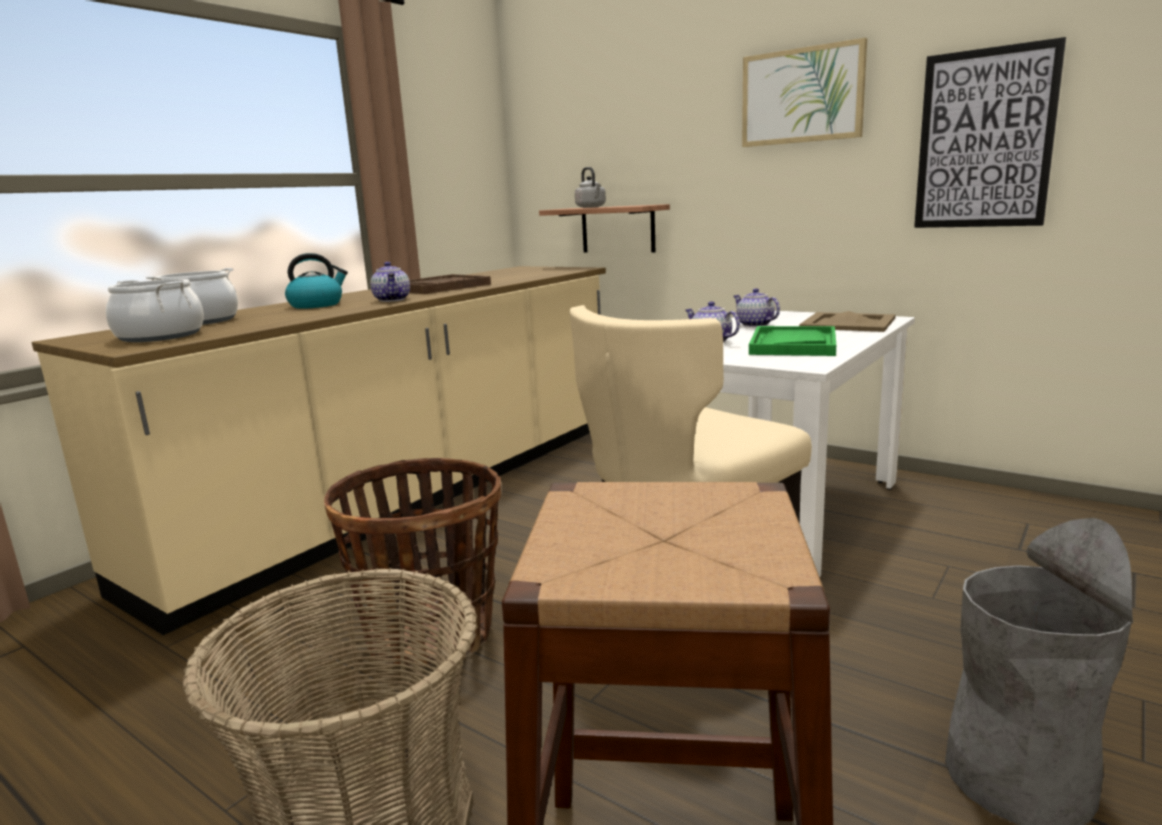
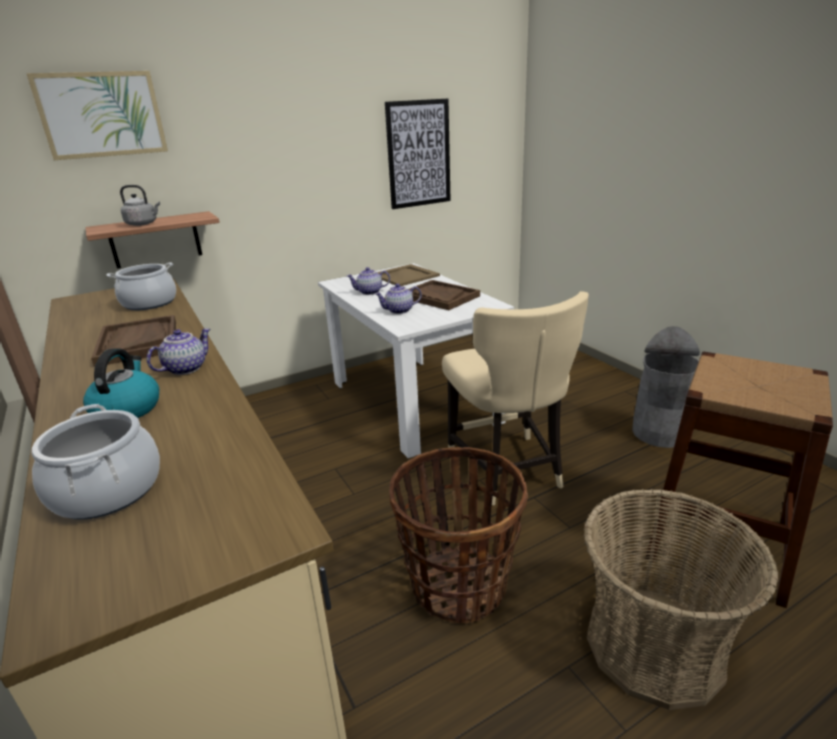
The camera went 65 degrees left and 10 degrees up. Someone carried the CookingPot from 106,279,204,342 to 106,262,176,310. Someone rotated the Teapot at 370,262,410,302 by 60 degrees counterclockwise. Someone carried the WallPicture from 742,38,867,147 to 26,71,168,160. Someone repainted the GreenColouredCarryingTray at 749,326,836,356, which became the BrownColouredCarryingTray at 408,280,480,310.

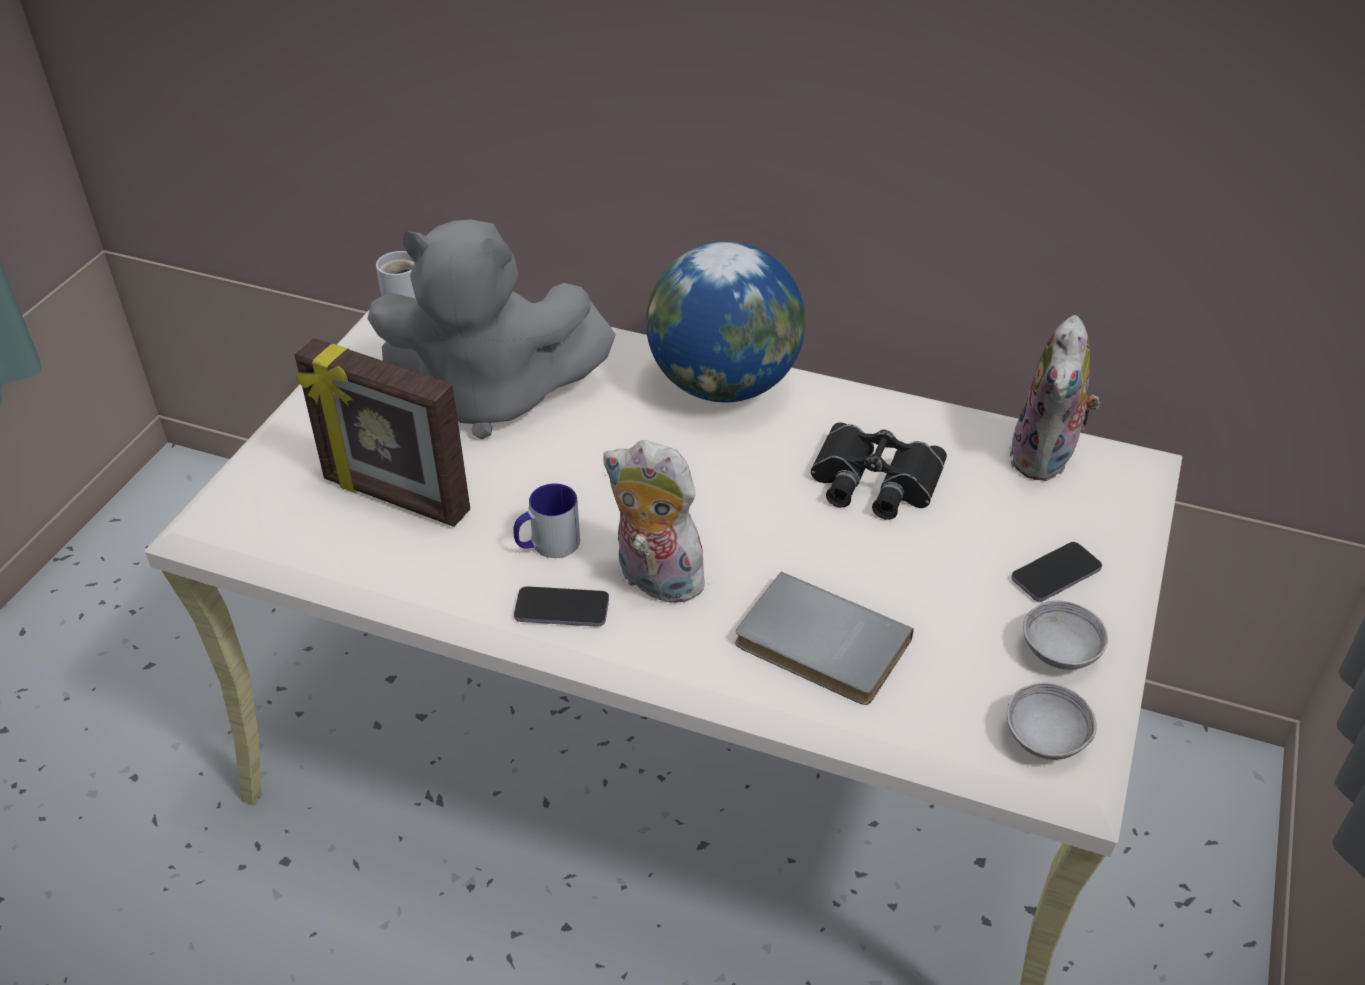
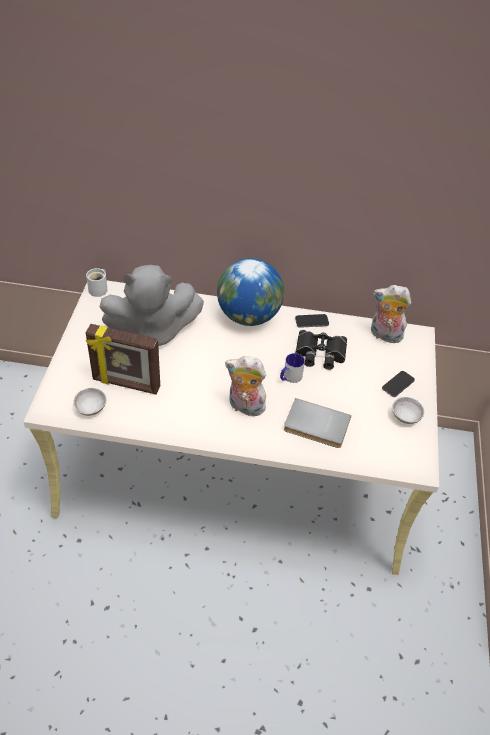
The camera went 15 degrees left and 5 degrees up. Someone carried the CoffeeMug from 513,483,580,558 to 280,353,305,383. Someone carried the Telephone from 514,586,609,627 to 295,314,329,328. Someone carried the GrayServingBowl from 1007,682,1096,760 to 73,388,107,416. Someone rotated the CuddlyToy at 1010,315,1101,481 by 105 degrees clockwise.

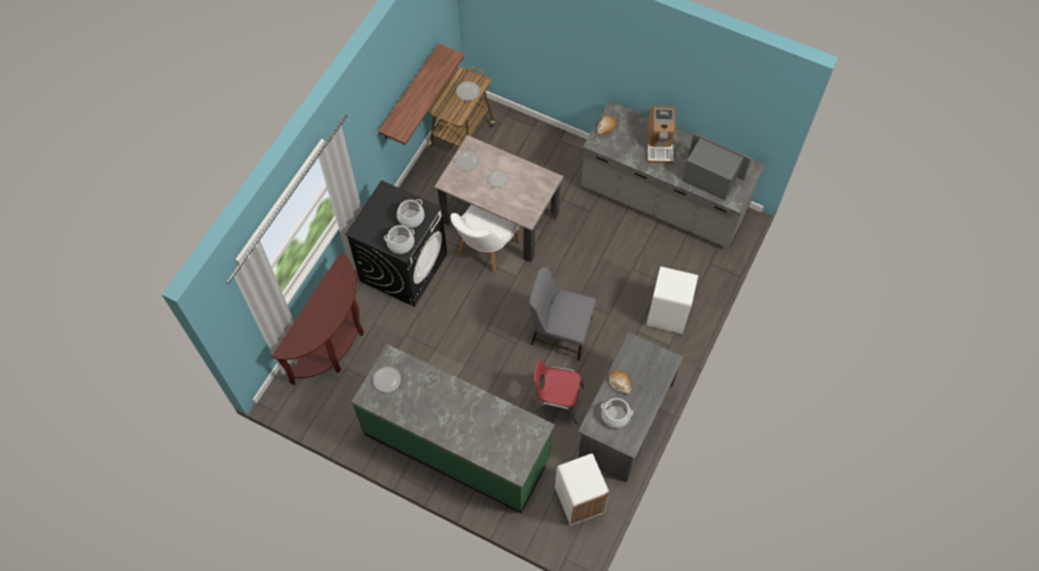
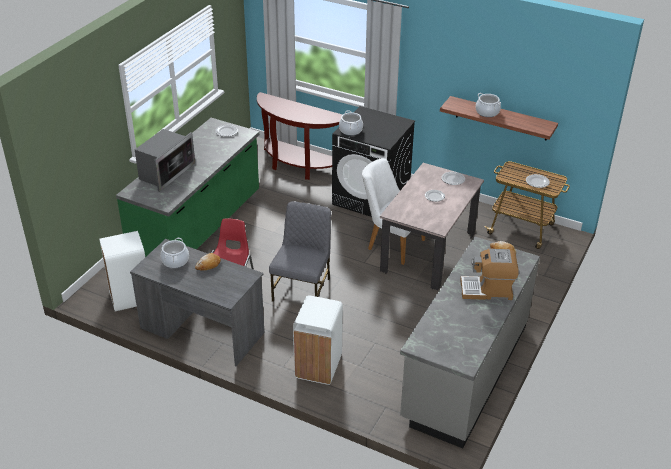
The camera went 90 degrees right and 25 degrees down. Someone carried the CookingPot from 397,199,424,228 to 476,93,501,117. Someone carried the MicrowaveOven from 682,133,751,200 to 135,129,195,192.

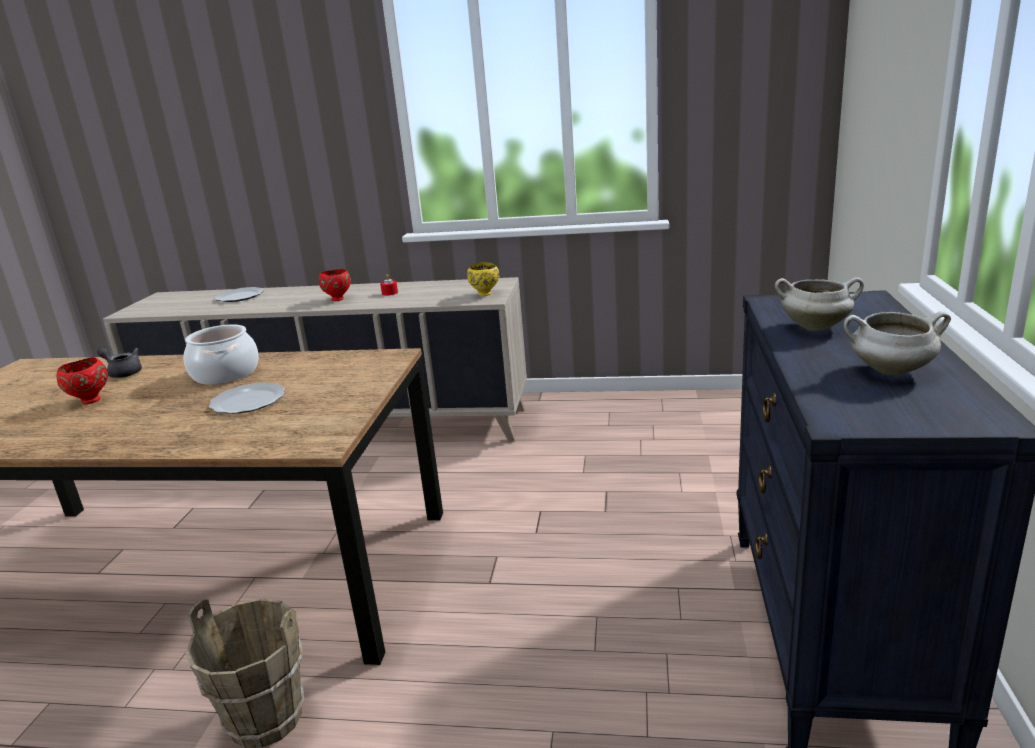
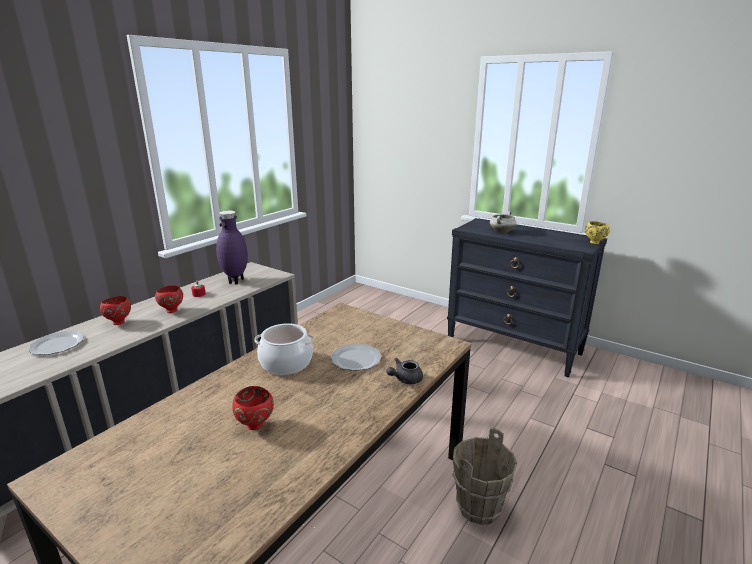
The camera went 65 degrees left and 0 degrees up. Someone carried the GrayTeapot from 97,347,142,378 to 387,358,423,384. Someone carried the YellowColouredServingBowl from 467,262,499,296 to 585,221,610,244. Someone took away the WhiteColouredCookingPot at 844,311,951,375. Someone put down the ReddishServingBowl at 100,296,131,325. Someone put down the PurpleColouredDecorativeVase at 216,210,248,284.

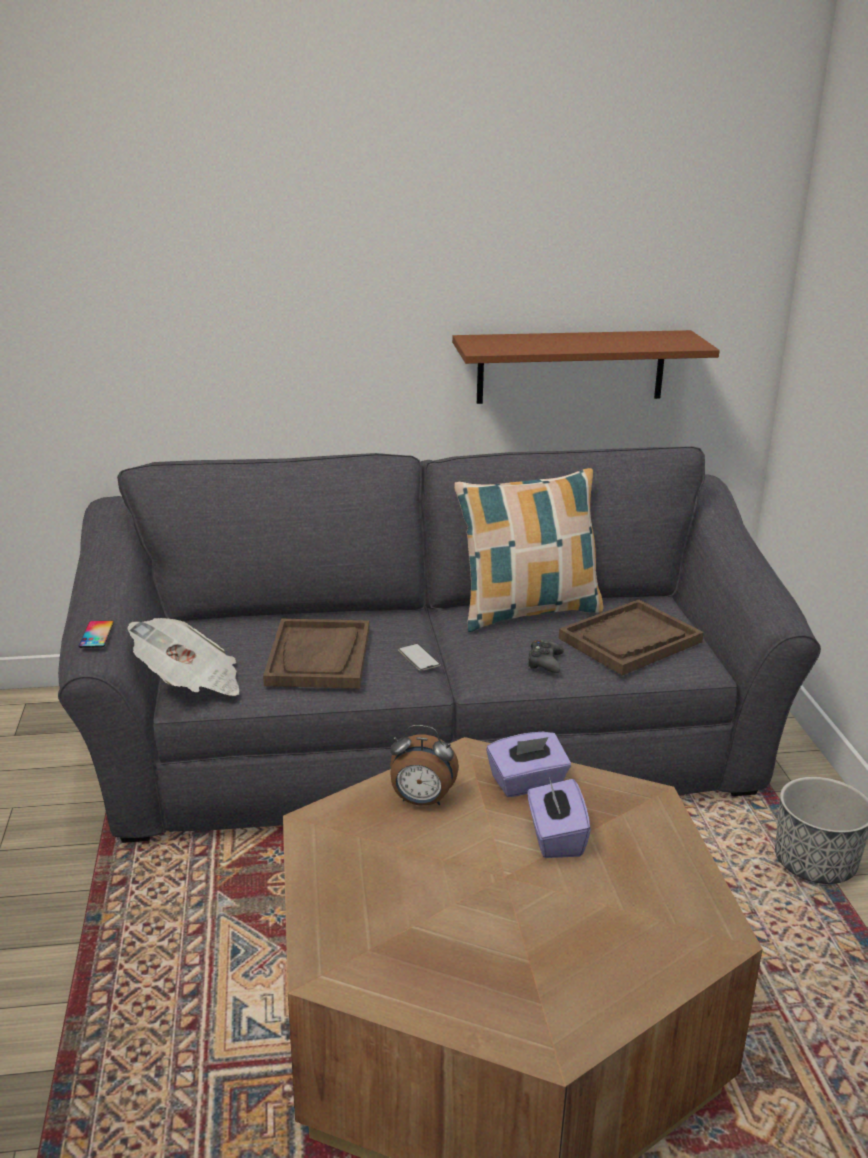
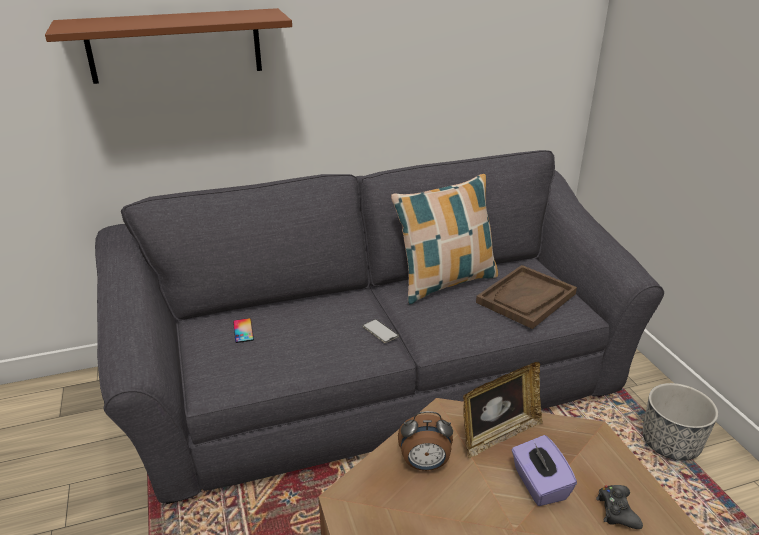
The camera went 10 degrees left and 5 degrees up. Someone carried the Telephone from 79,621,114,648 to 233,318,254,343. Someone took away the PrintedPaper at 127,618,239,696. Someone took away the BrownColouredCarryingTray at 263,619,369,688. Someone carried the BrownColouredWallShelf from 452,330,720,404 to 45,8,292,84. Someone swapped the PurpleColouredBoxOfTissues at 486,732,571,797 for the PictureFrame at 463,362,543,458. Someone carried the BlackishJoypad from 527,640,564,673 to 596,485,643,529.

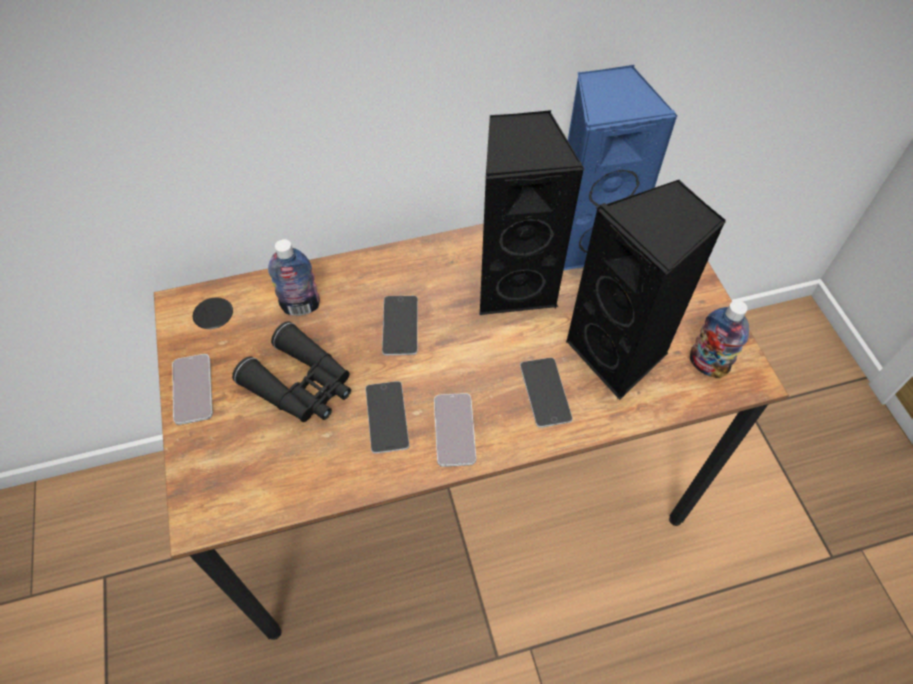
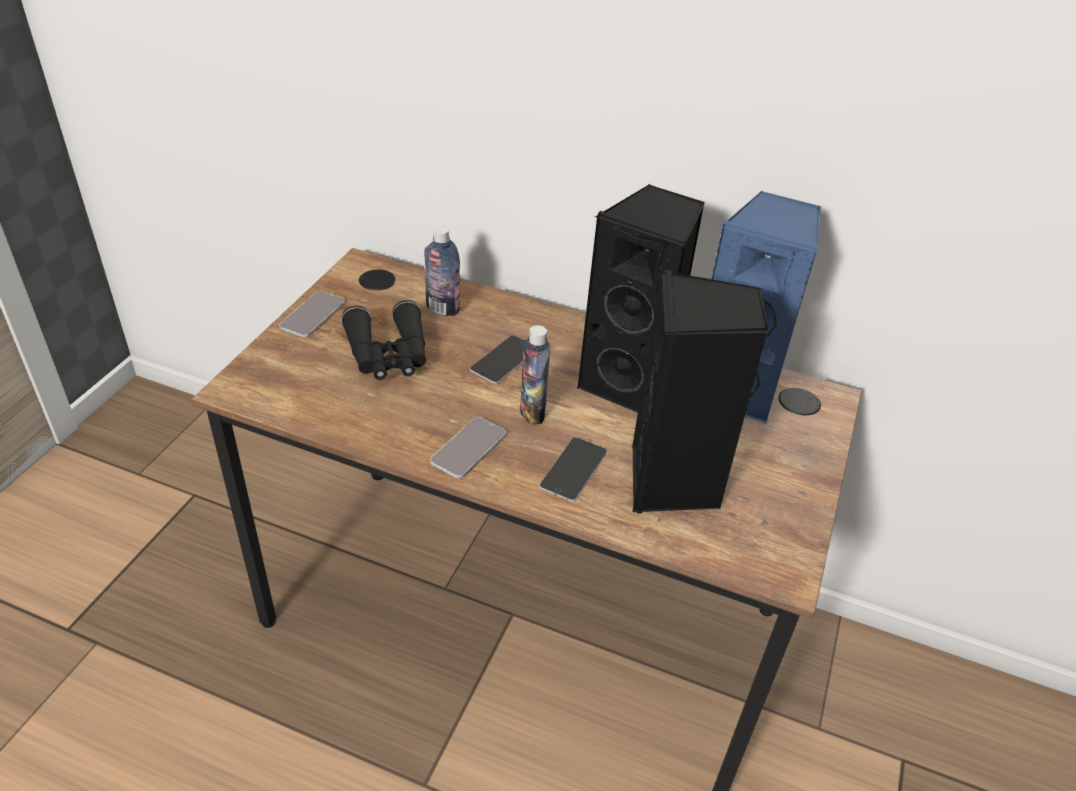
The camera went 35 degrees right and 15 degrees down. Someone took away the Telephone at 365,381,409,454. Someone carried the DrinkBottle from 690,300,749,378 to 520,325,550,425.

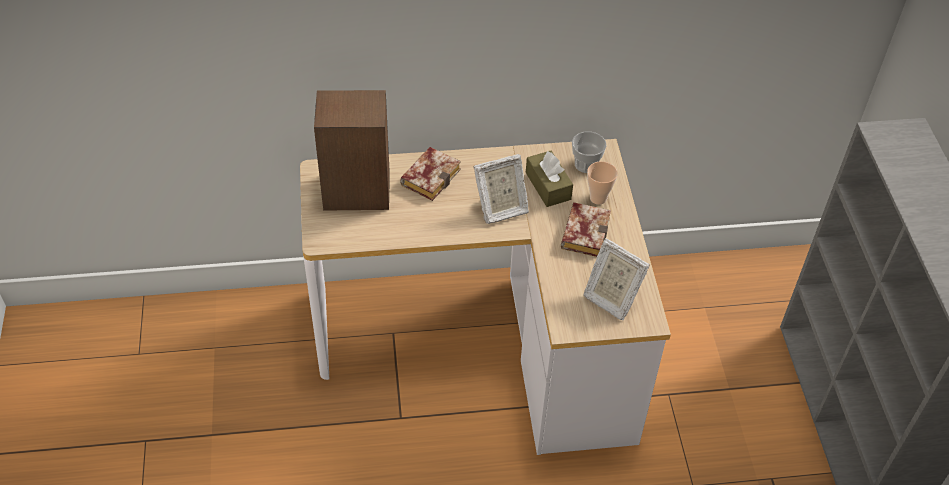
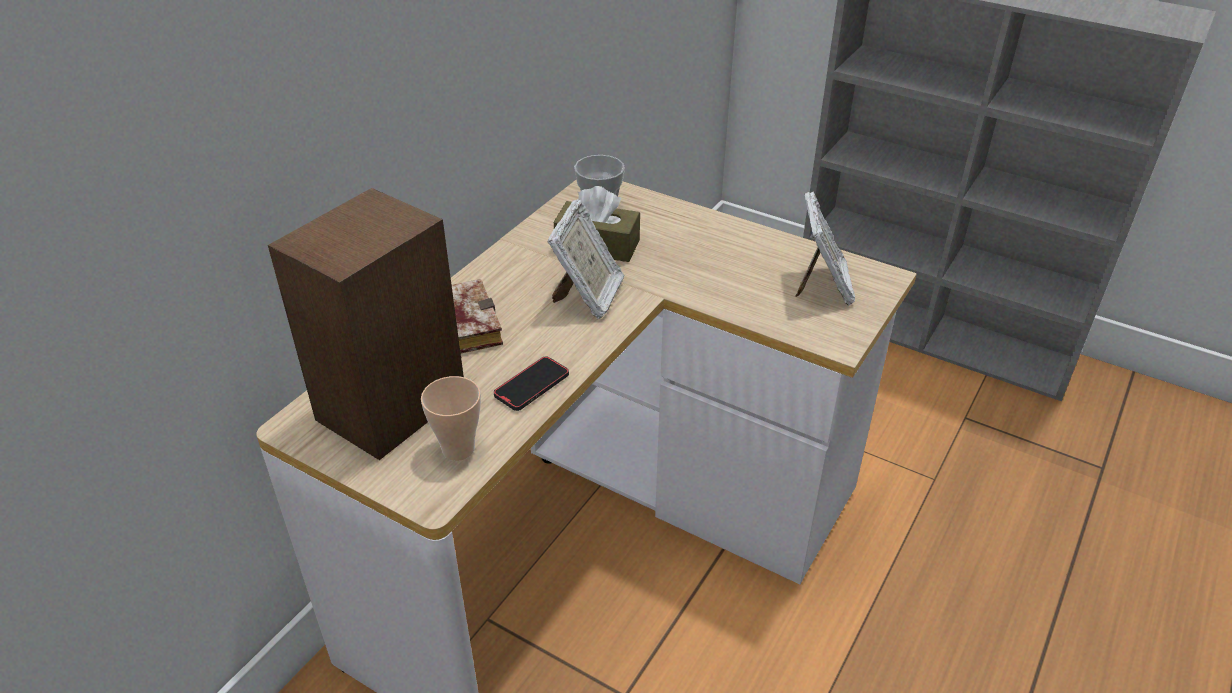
The camera went 50 degrees left and 10 degrees down. Someone took away the BoundBook at 561,202,611,257. Someone rotated the PictureFrame at 583,238,650,320 by 75 degrees counterclockwise. Someone carried the DrinkingCup from 587,161,618,205 to 421,376,481,461. Someone put down the Telephone at 494,356,569,411.

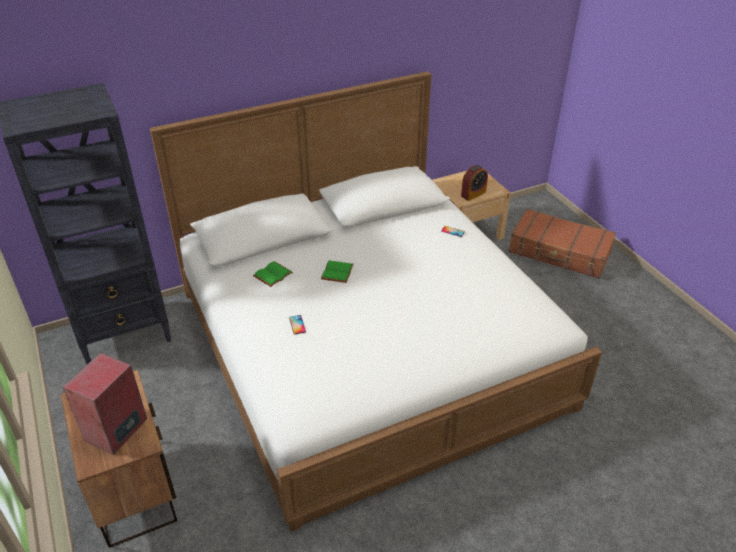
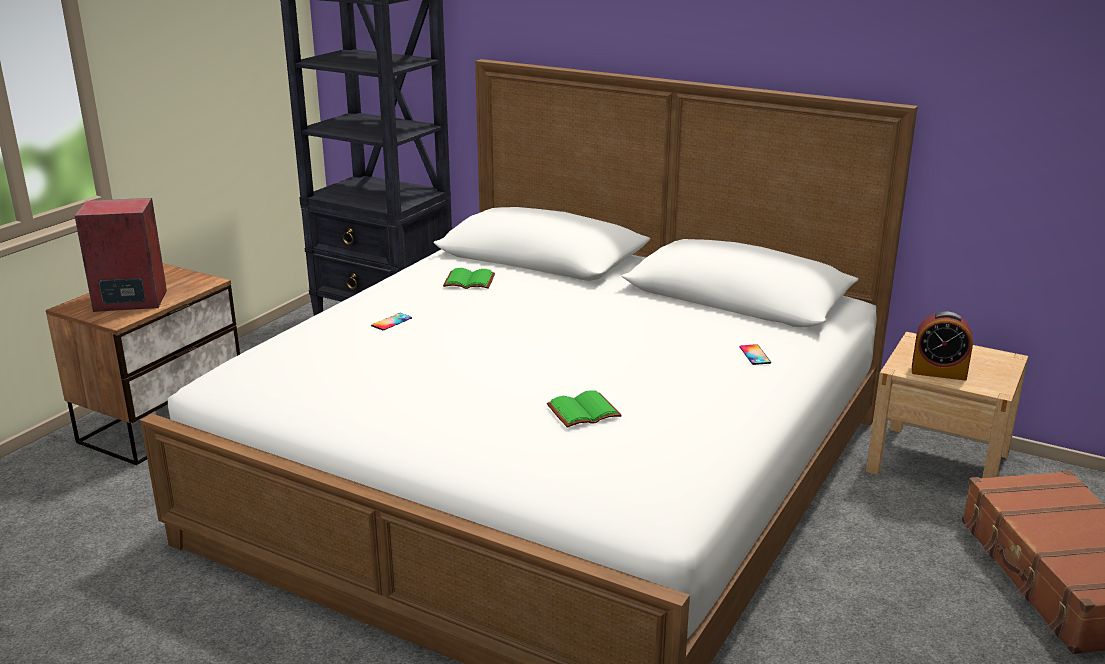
The camera went 55 degrees right and 15 degrees down. Someone carried the GreenColouredBoundBook from 321,260,354,283 to 547,390,622,428.

